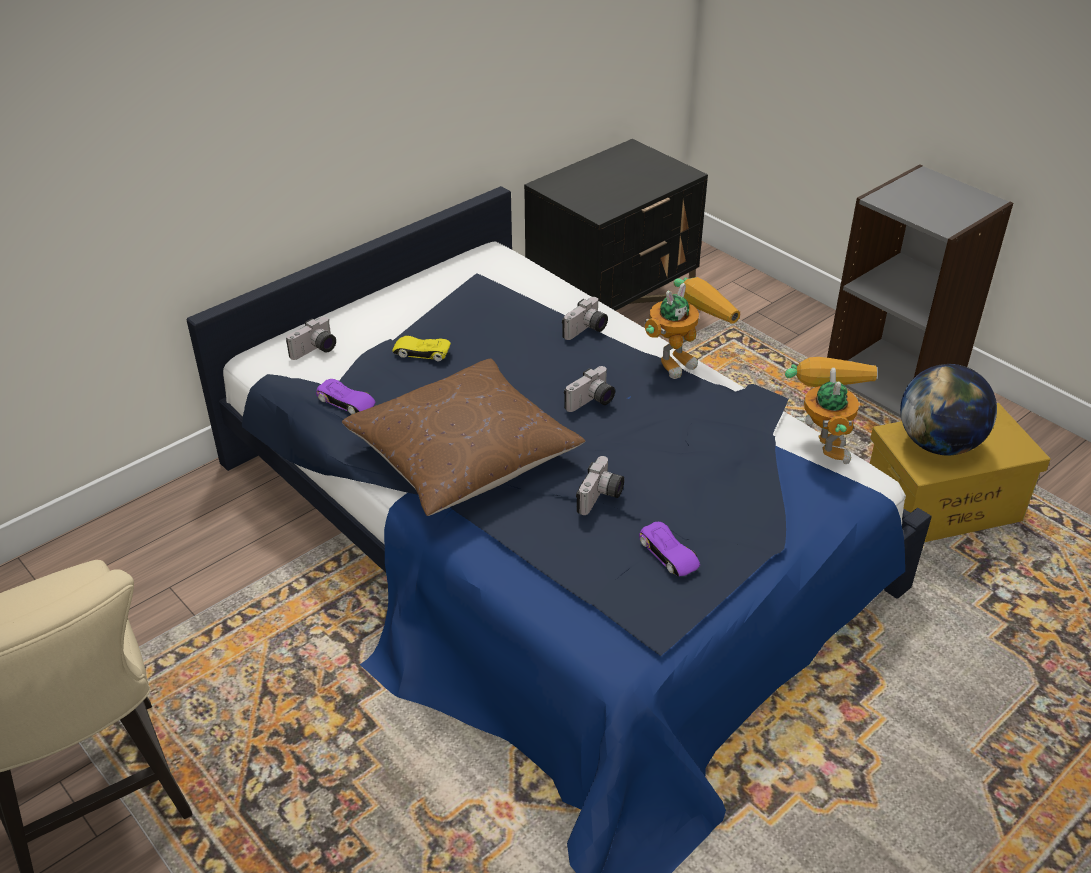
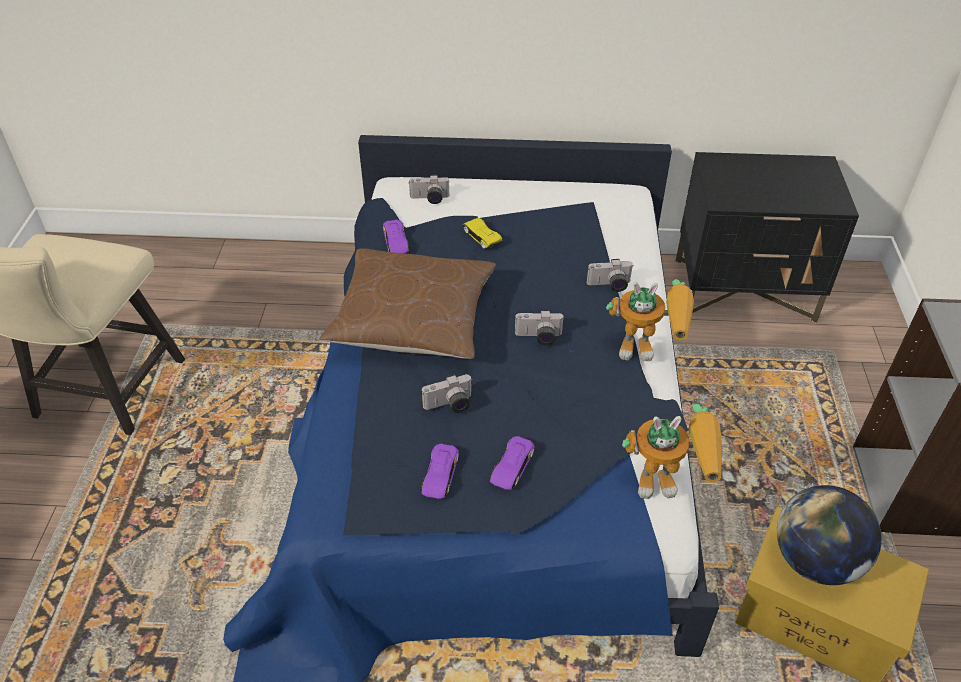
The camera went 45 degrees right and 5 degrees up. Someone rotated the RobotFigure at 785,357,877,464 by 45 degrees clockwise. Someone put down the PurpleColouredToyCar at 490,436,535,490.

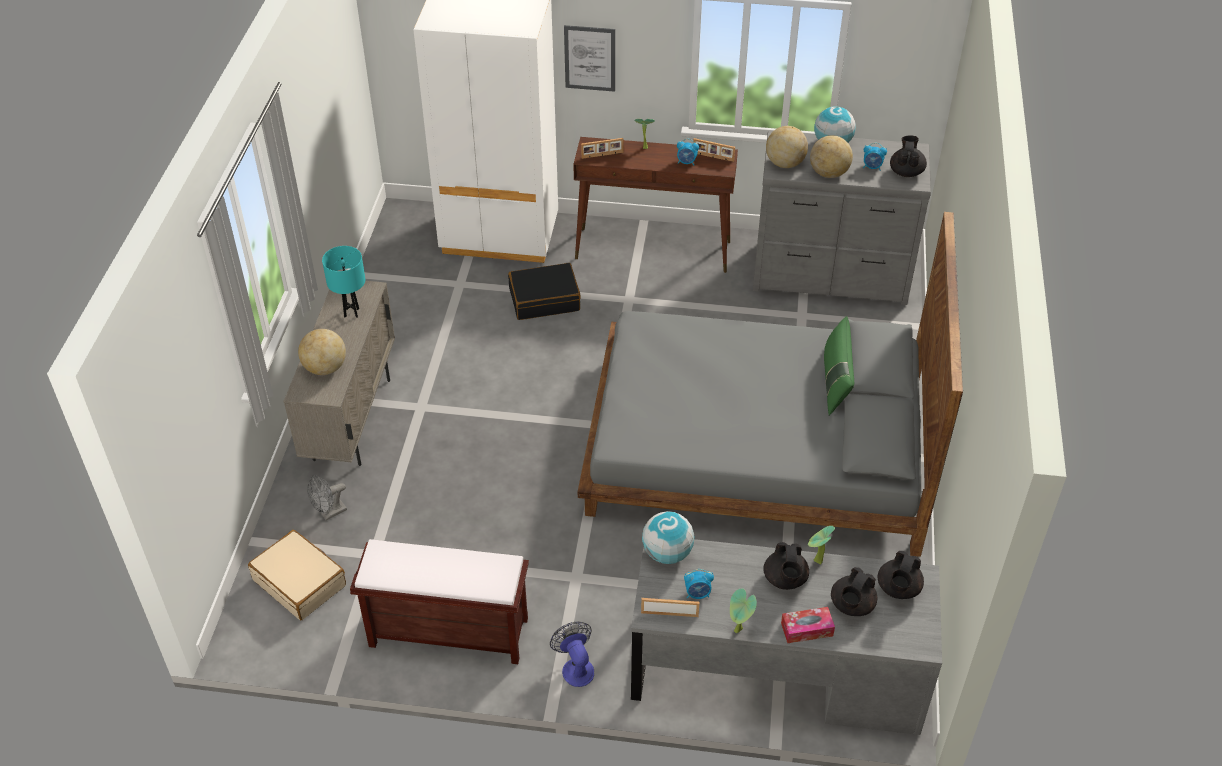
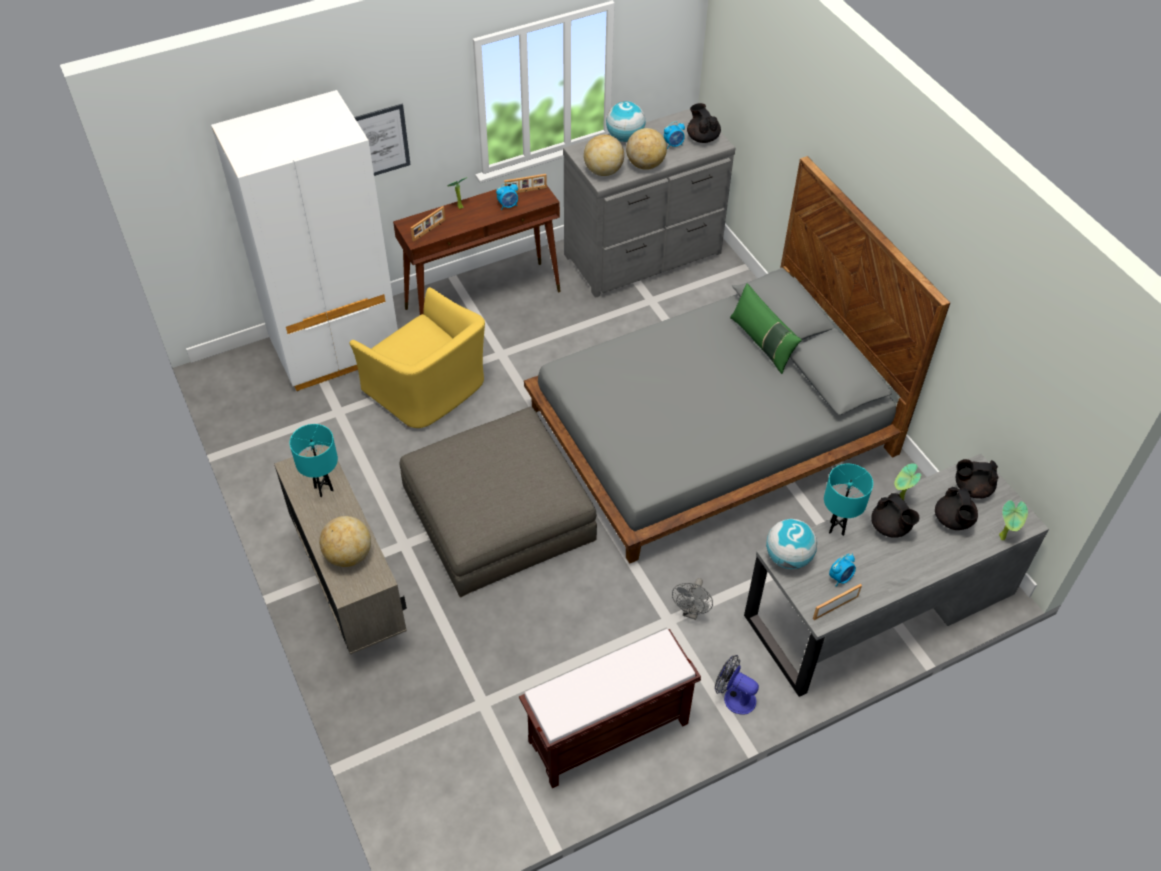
The camera went 35 degrees left and 5 degrees up. Someone took away the SandColouredTravelCase at 248,530,346,620. Someone carried the GrayCoolingFan from 307,475,347,520 to 672,578,713,620. Someone swapped the BlackishTravelCase at 508,263,581,320 for the YellowColouredLoungeChair at 350,287,485,428. Someone carried the PottedPlant from 730,589,757,633 to 999,500,1028,540. Someone took away the BoxOfTissues at 781,607,835,643. Someone rotated the BlackishTeapot at 878,551,924,599 by 105 degrees clockwise. Someone put down the GrayPouffe at 400,407,597,597. Someone put down the BlueGreenLampForATable at 824,464,873,536.

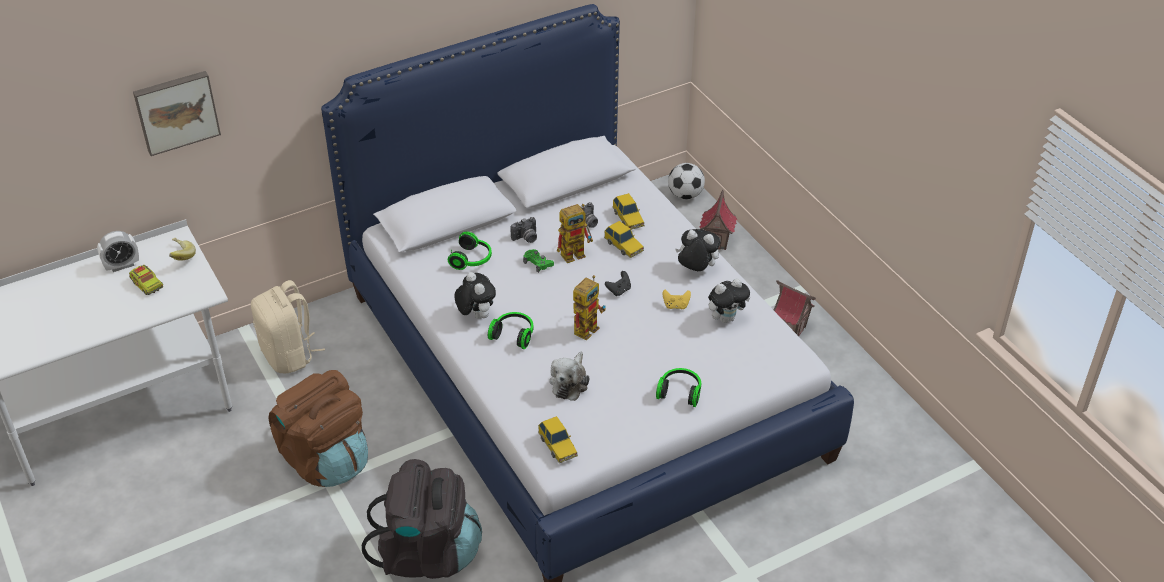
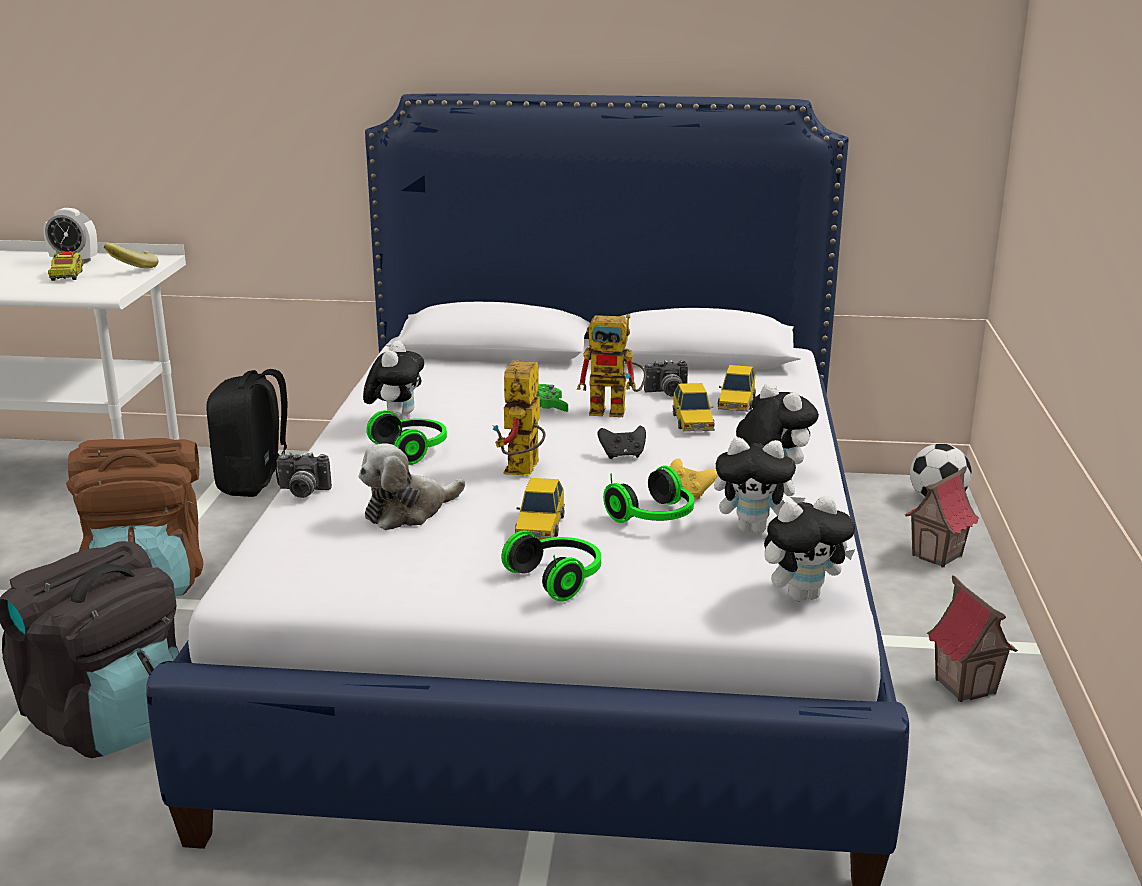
The camera went 35 degrees right and 20 degrees down. Someone took away the WallPicture at 133,71,221,156. Someone repainted the SandColouredBackpack at 251,280,325,373, which became the BlackishBackpack at 206,369,287,497. Someone carried the PairOfHeadphones from 448,232,492,270 to 603,466,694,523. Someone carried the PhotoCamera from 510,217,537,243 to 276,452,332,498. Someone carried the ToyCar from 538,416,578,463 to 515,478,565,540. Someone rotated the RobotFigure at 573,275,606,341 by 120 degrees clockwise. Someone put down the CuddlyToy at 764,495,855,601.

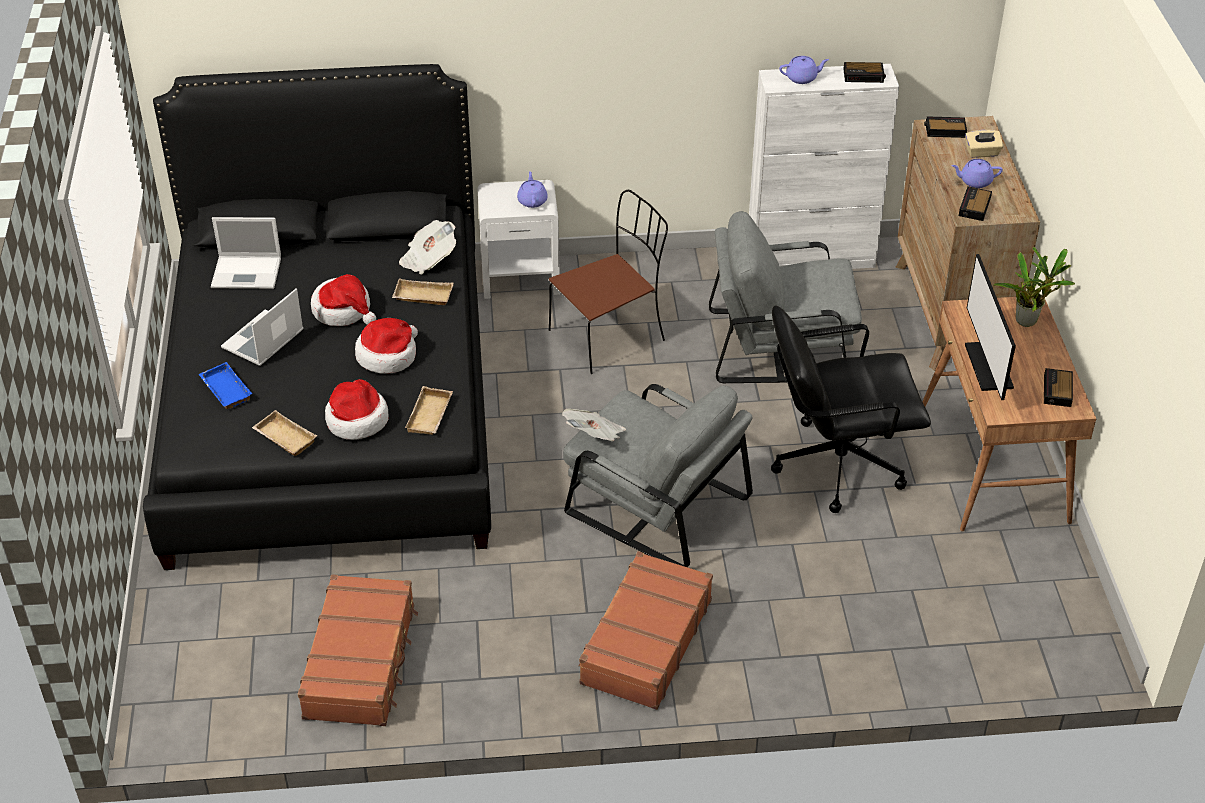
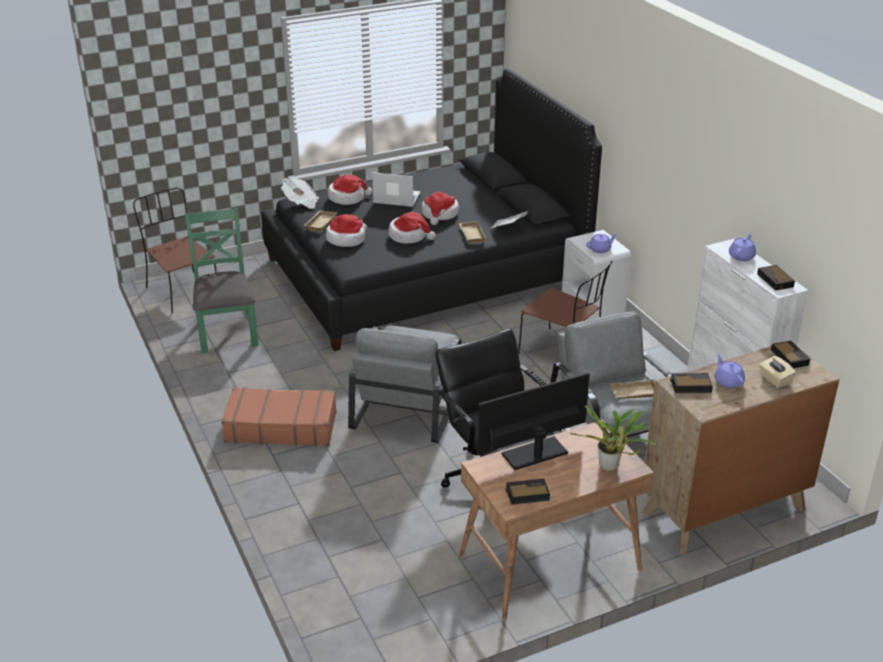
The camera went 70 degrees right and 10 degrees down. Someone swapped the BlueCarryingTray at 199,362,252,409 for the WearableHat at 328,175,373,205. Someone took away the Laptop at 211,217,281,289. Someone swapped the BrownColouredTravelCase at 298,574,418,726 for the GreenColouredUprightChair at 185,208,258,353. Someone carried the SandColouredCarryingTray from 405,386,453,435 to 610,379,655,399. Someone carried the PrintedPaper from 562,408,626,441 to 281,178,319,209. Someone rotated the PurpleColouredTeapot at 779,56,829,84 by 120 degrees counterclockwise. Someone put down the BrownColouredUprightChair at 133,188,217,314.

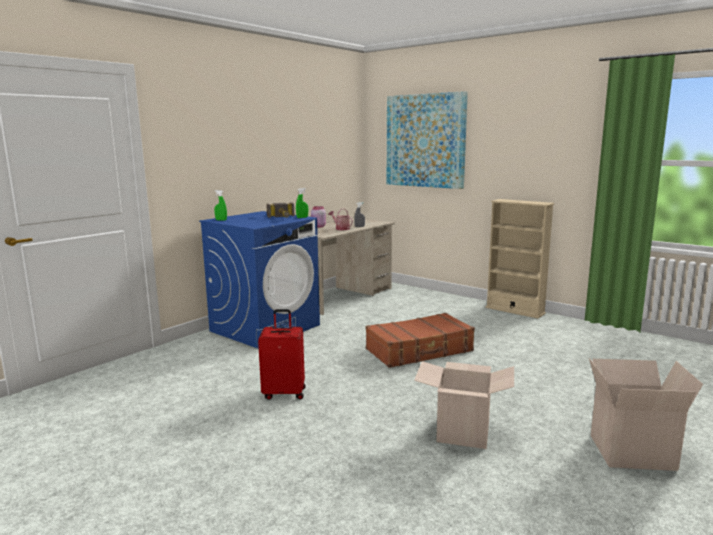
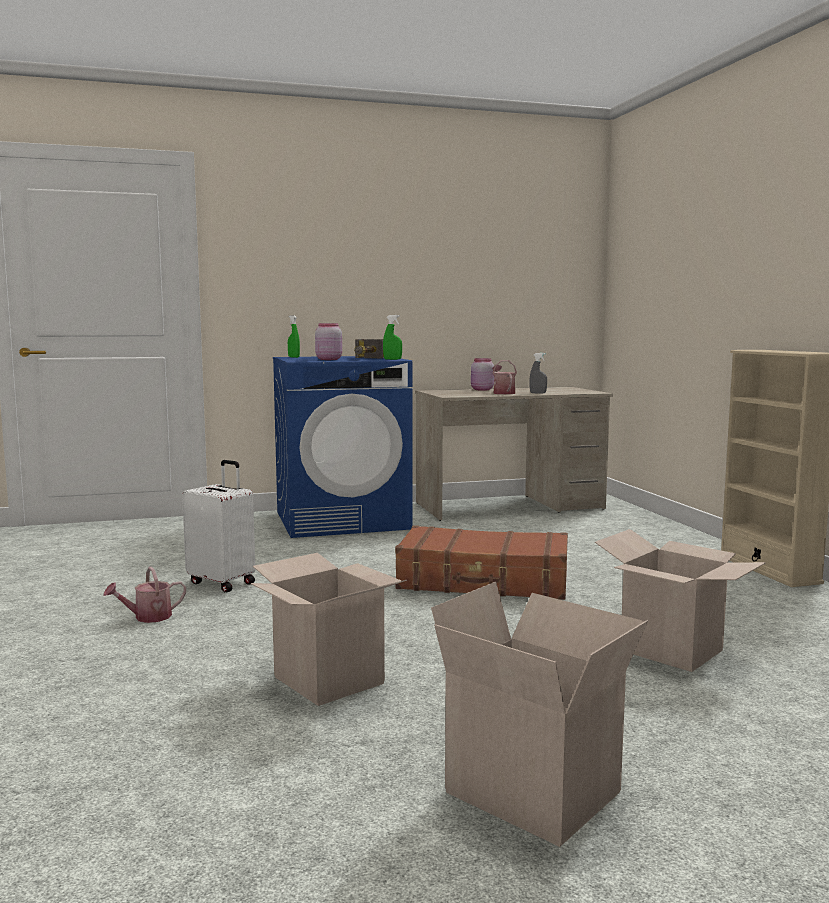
The camera went 35 degrees right and 5 degrees down. Someone repainted the ReddishTravelCase at 258,309,306,400, which became the WhiteColouredTravelCase at 182,460,255,592. Someone took away the WallPicture at 387,91,468,189. Someone put down the SprinklingCan at 104,567,186,623. Someone put down the PinkColouredPreserveJar at 315,323,342,360. Someone put down the PackingBox at 595,529,766,672.

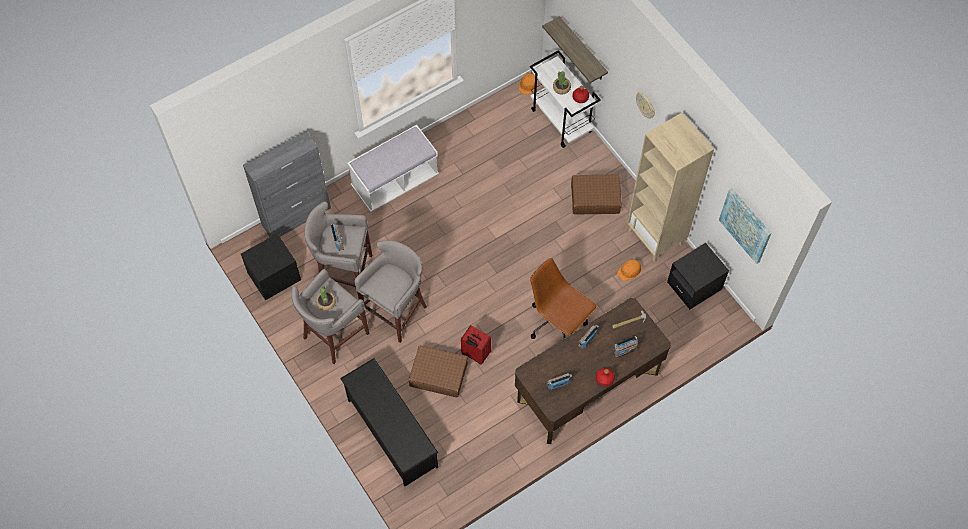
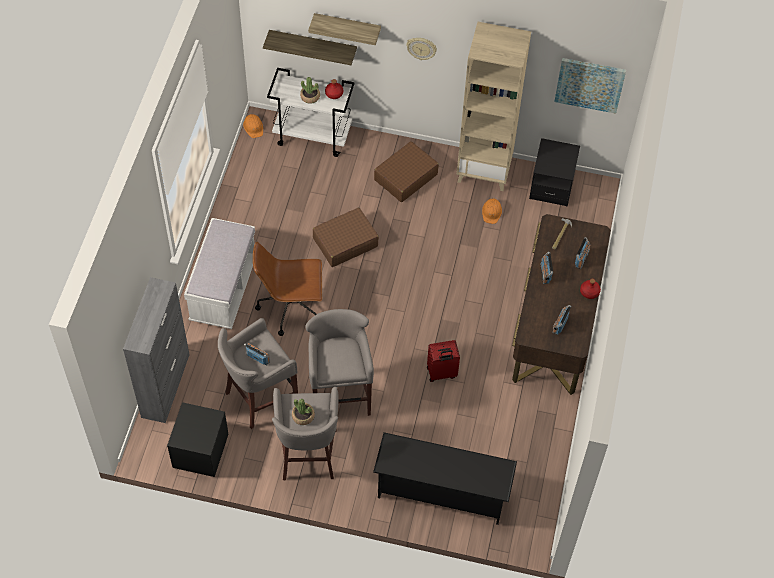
The camera went 45 degrees left and 5 degrees down. Someone carried the BrownColouredTravelCase from 409,346,468,398 to 313,208,379,267. Someone carried the BrownColouredDeskChair from 530,258,597,339 to 253,242,322,336. Someone put up the WallShelf at 308,13,381,45.

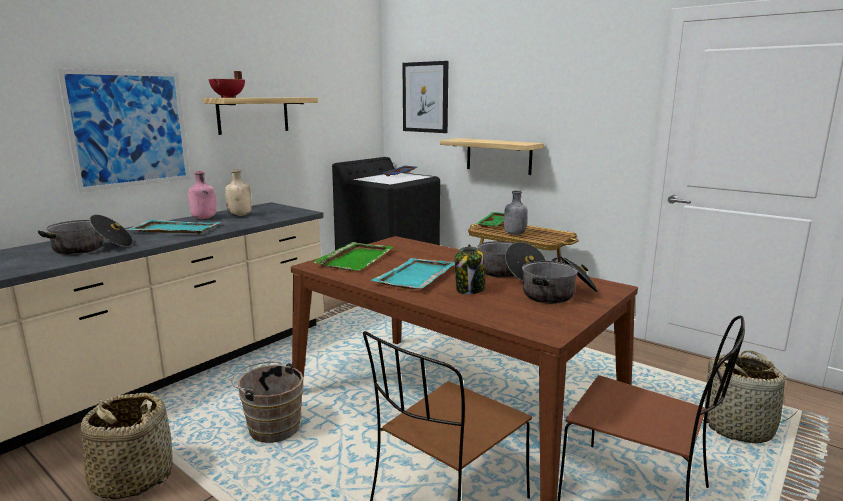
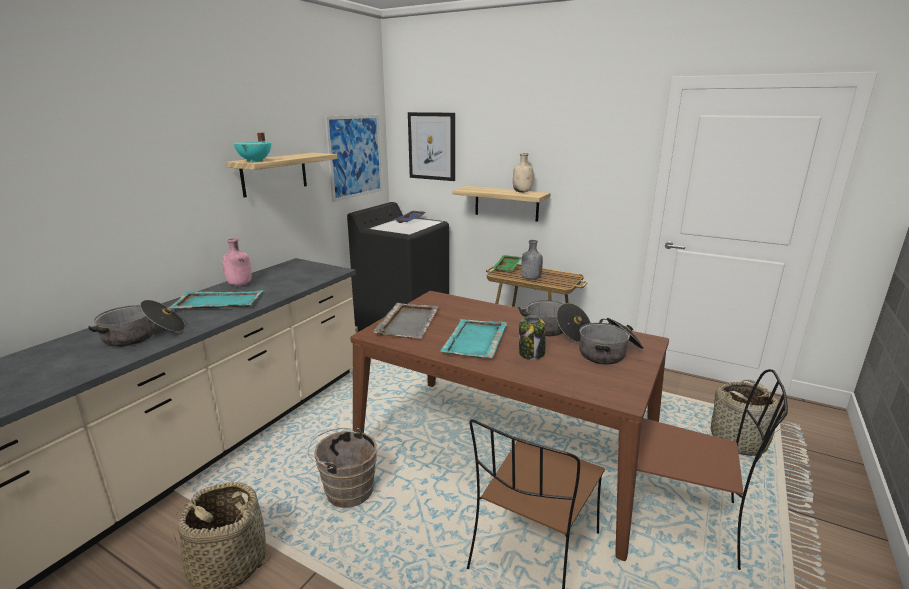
The camera went 10 degrees left and 5 degrees up. Someone carried the WallPicture from 57,69,190,192 to 325,115,383,202. Someone repainted the ReddishCookingPot at 208,71,245,98, which became the BlueGreenCookingPot at 233,133,271,162. Someone carried the SandColouredDrinkBottle from 225,169,252,216 to 513,153,533,193. Someone repainted the GreenColouredCarryingTray at 313,242,393,271, which became the GrayCarryingTray at 373,303,439,339.

